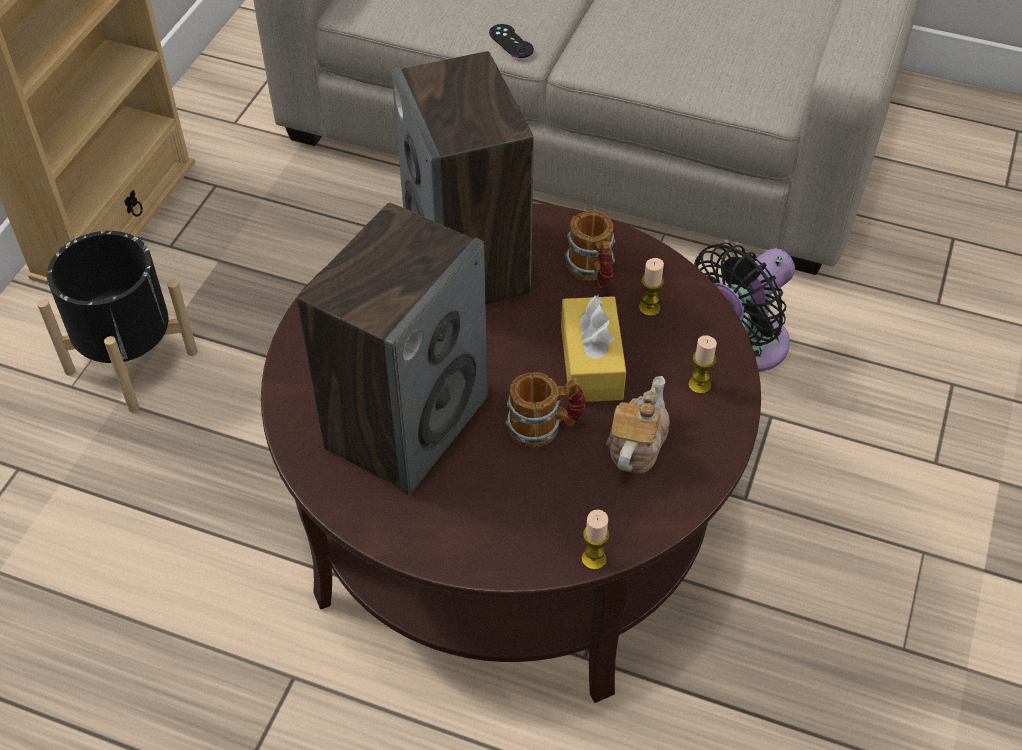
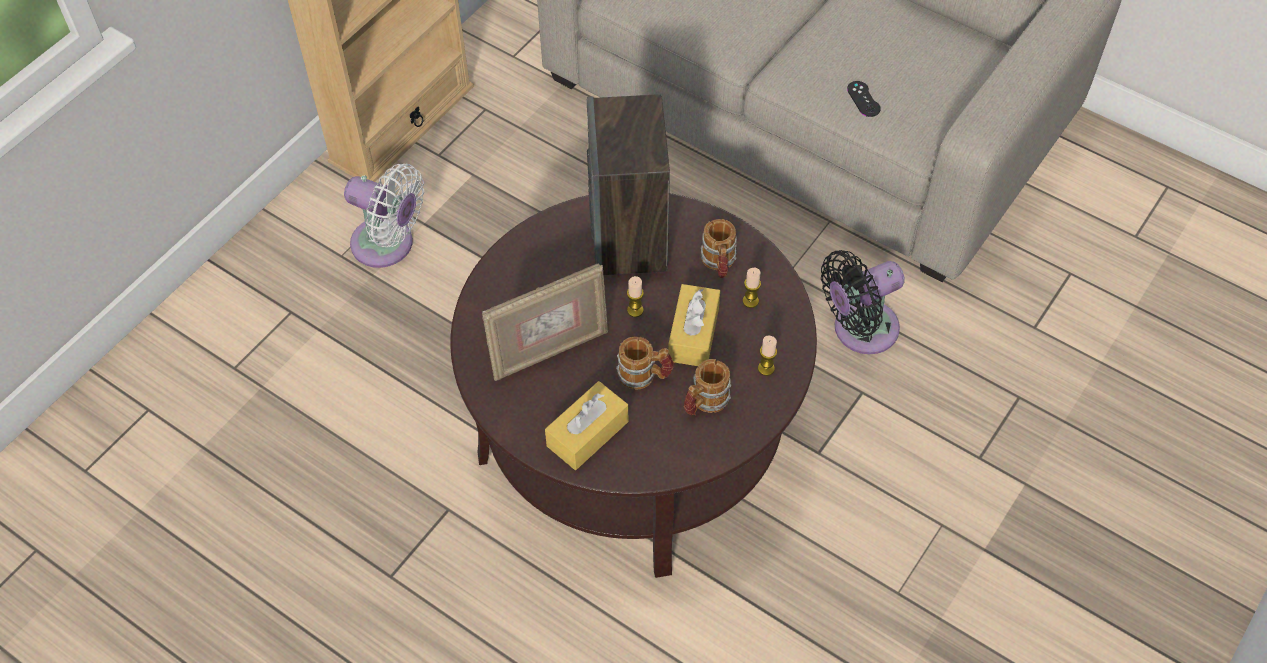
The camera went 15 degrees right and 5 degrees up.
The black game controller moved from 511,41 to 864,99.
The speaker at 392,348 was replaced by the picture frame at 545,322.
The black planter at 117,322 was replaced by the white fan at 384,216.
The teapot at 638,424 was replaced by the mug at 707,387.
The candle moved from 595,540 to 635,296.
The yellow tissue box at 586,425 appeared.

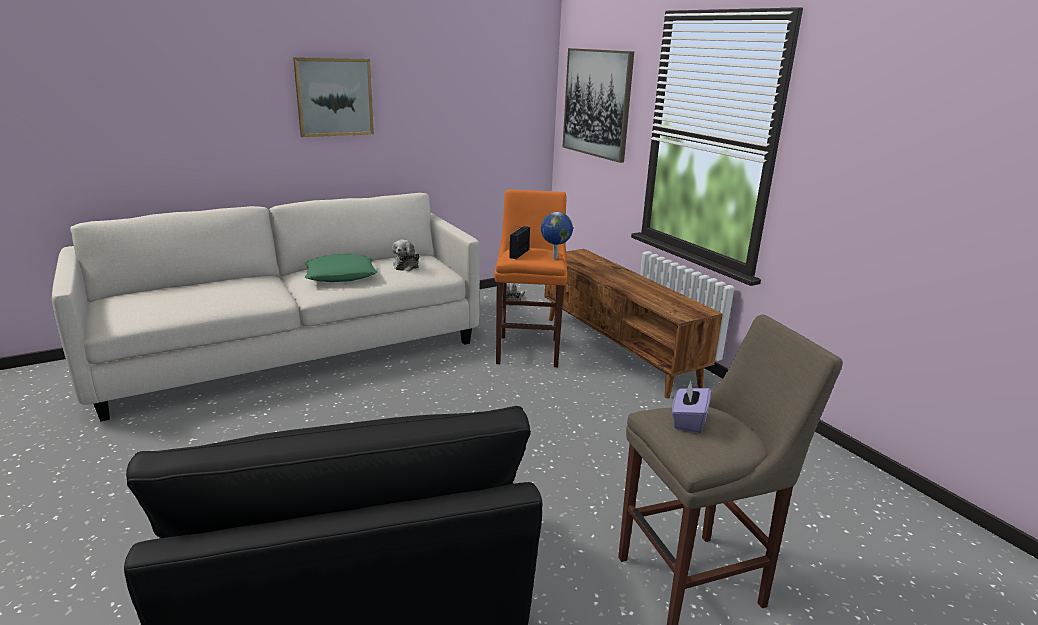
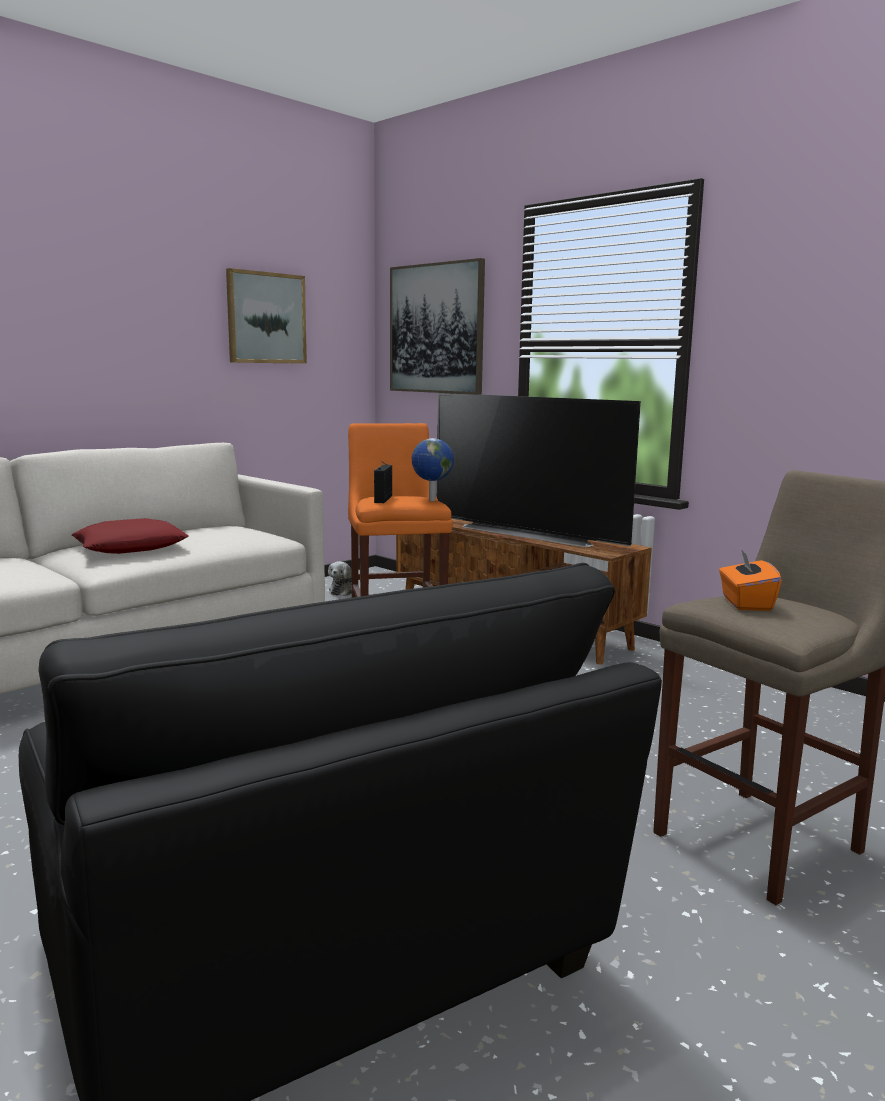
The camera went 15 degrees left and 10 degrees down.
The picture moved from 333,97 to 266,316.
The plush toy at 406,255 disappeared.
The green pillow at 340,268 became the red pillow at 130,536.
The purple tissue box at 691,406 became the orange tissue box at 750,580.
The television at 539,470 appeared.

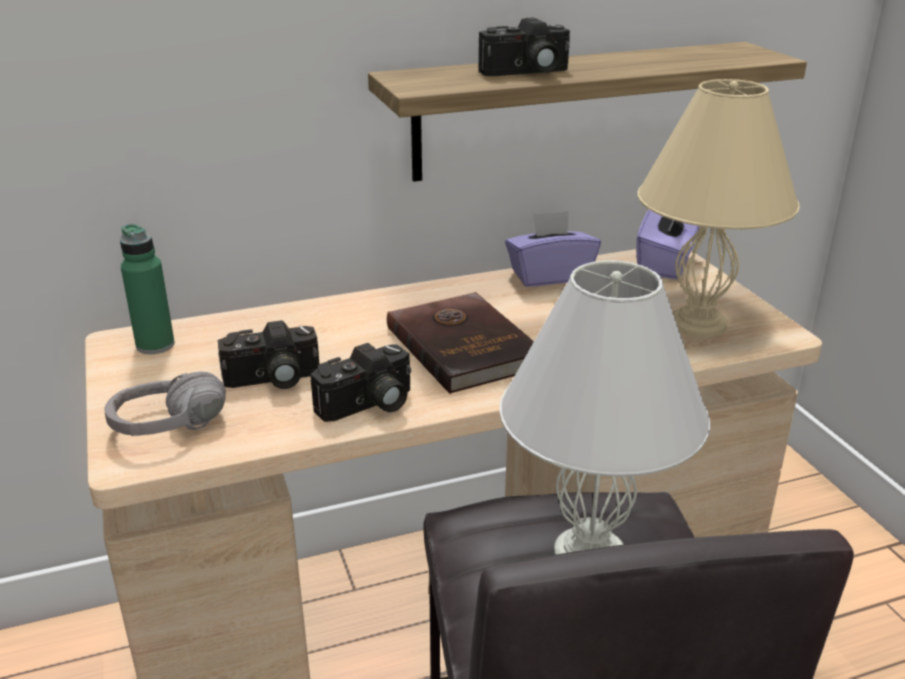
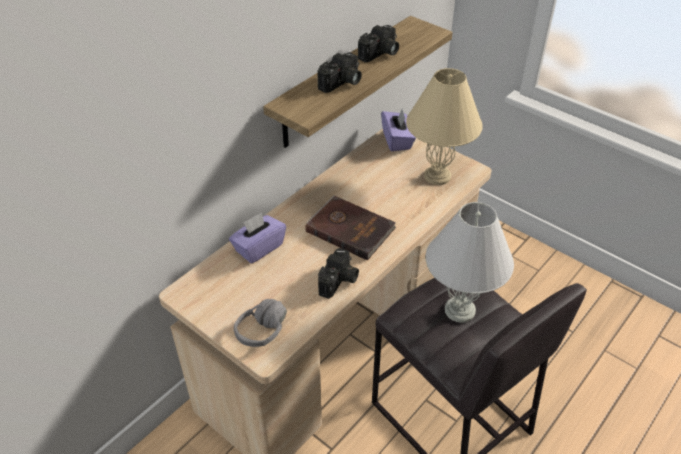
The camera went 30 degrees left and 15 degrees up.
The purple tissue box moved from 553,249 to 257,238.
The green bottle at 147,289 disappeared.
The photo camera moved from 268,354 to 378,44.

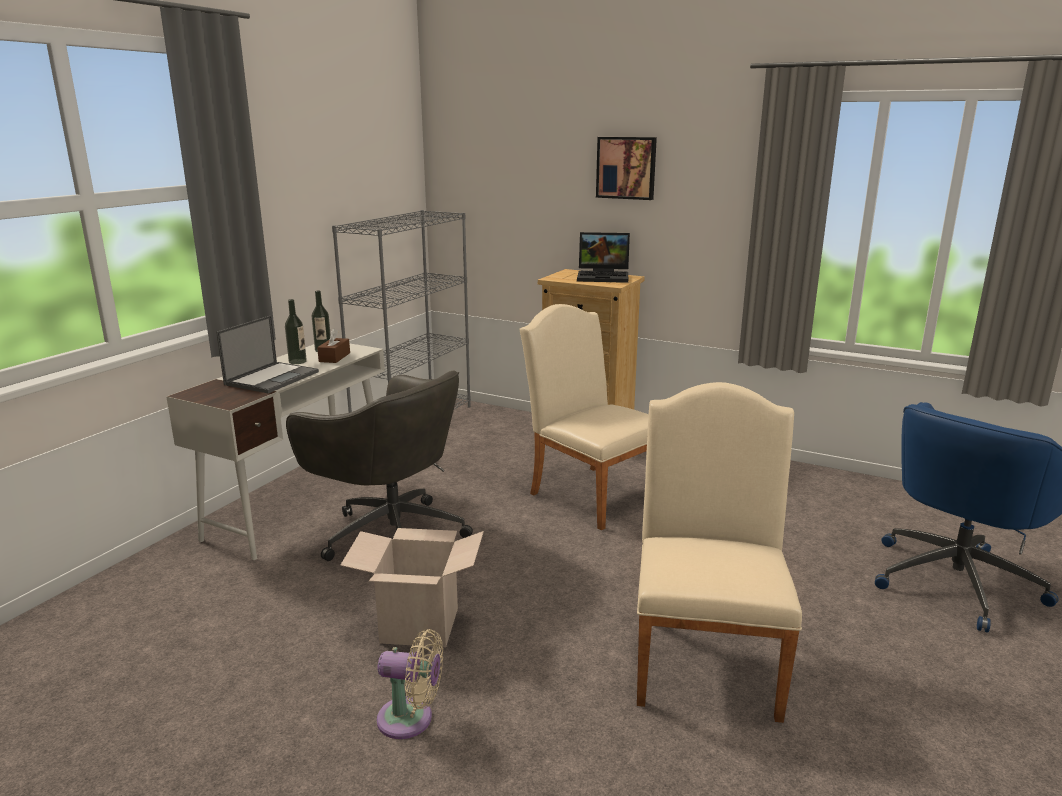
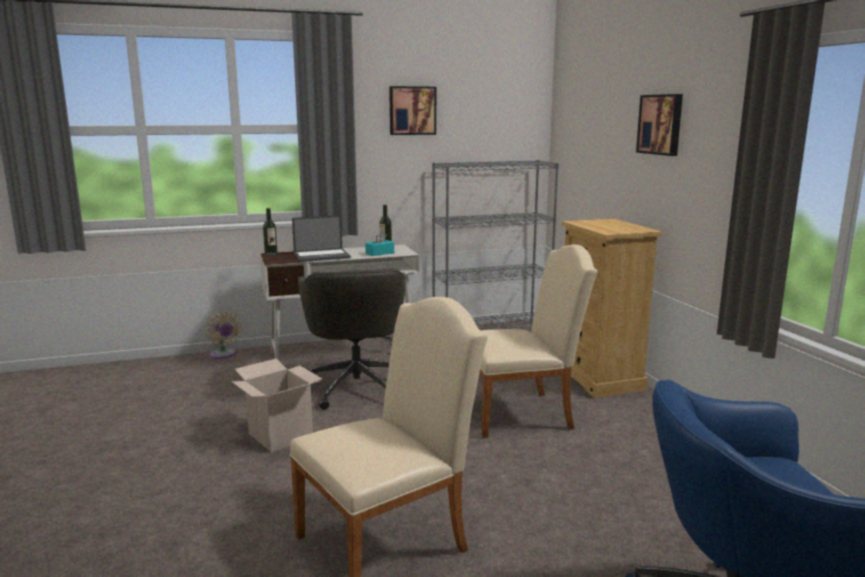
The camera went 45 degrees right and 5 degrees down.
The laptop at 603,257 disappeared.
The bottle moved from 296,331 to 270,231.
The beige chair at 584,417 turned 75 degrees clockwise.
The brown tissue box at 333,345 became the turquoise tissue box at 379,244.
The beige fan moved from 410,684 to 224,335.
The picture at 412,110 appeared.

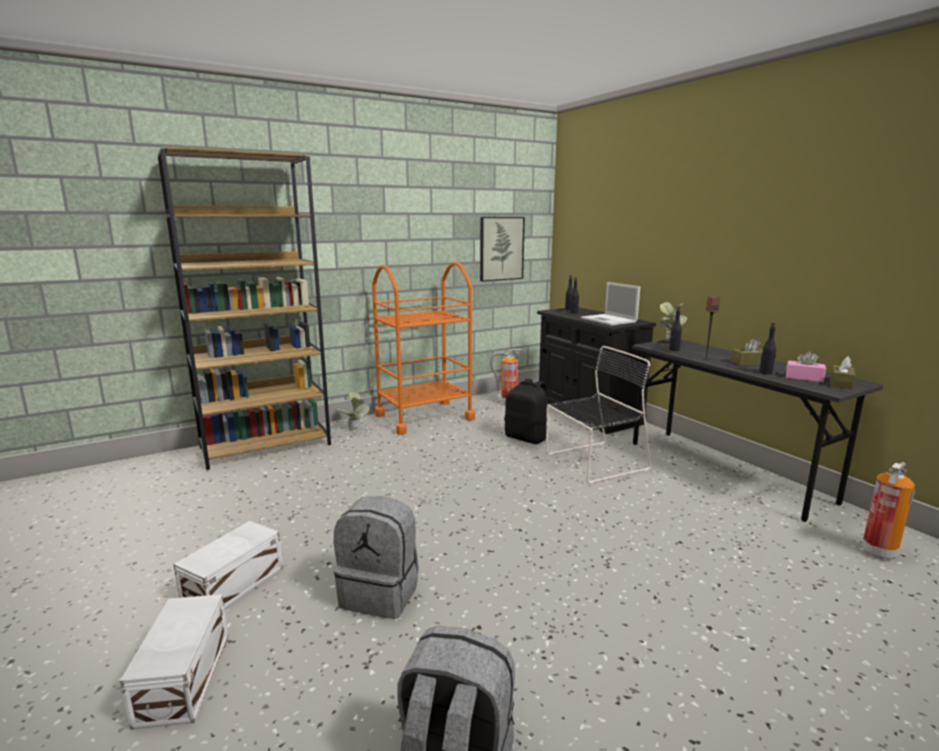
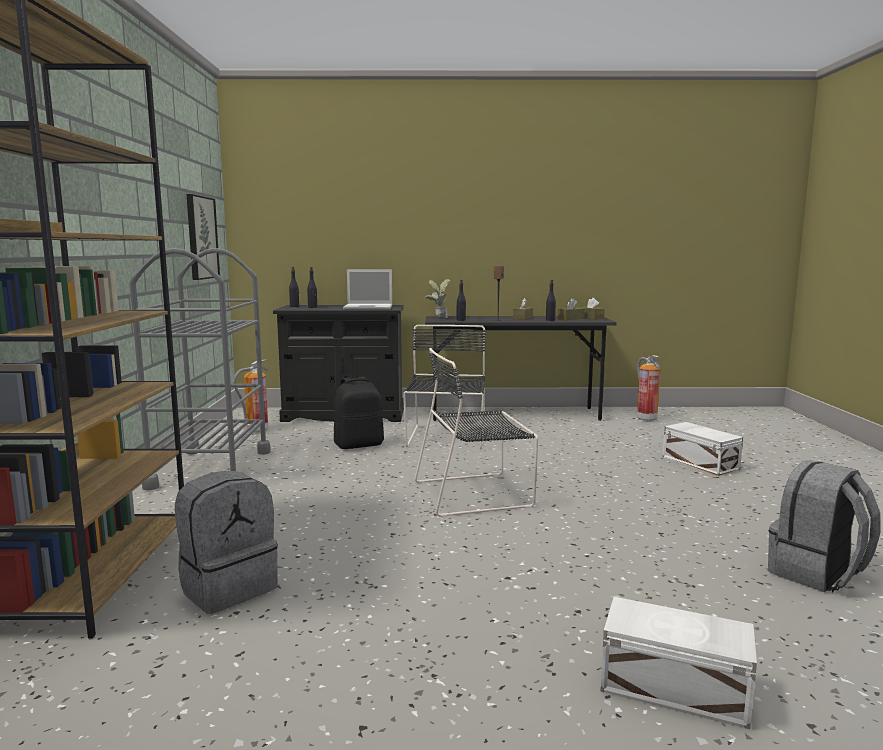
The camera went 60 degrees left and 5 degrees down.
The orange cart at 423,348 became the grey cart at 200,369.
The pink tissue box at 806,366 became the brown tissue box at 571,309.
The potted plant at 353,411 disappeared.
The grey backpack moved from 376,557 to 226,542.
The white storage box moved from 228,565 to 702,449.
The black chair at 476,432 appeared.

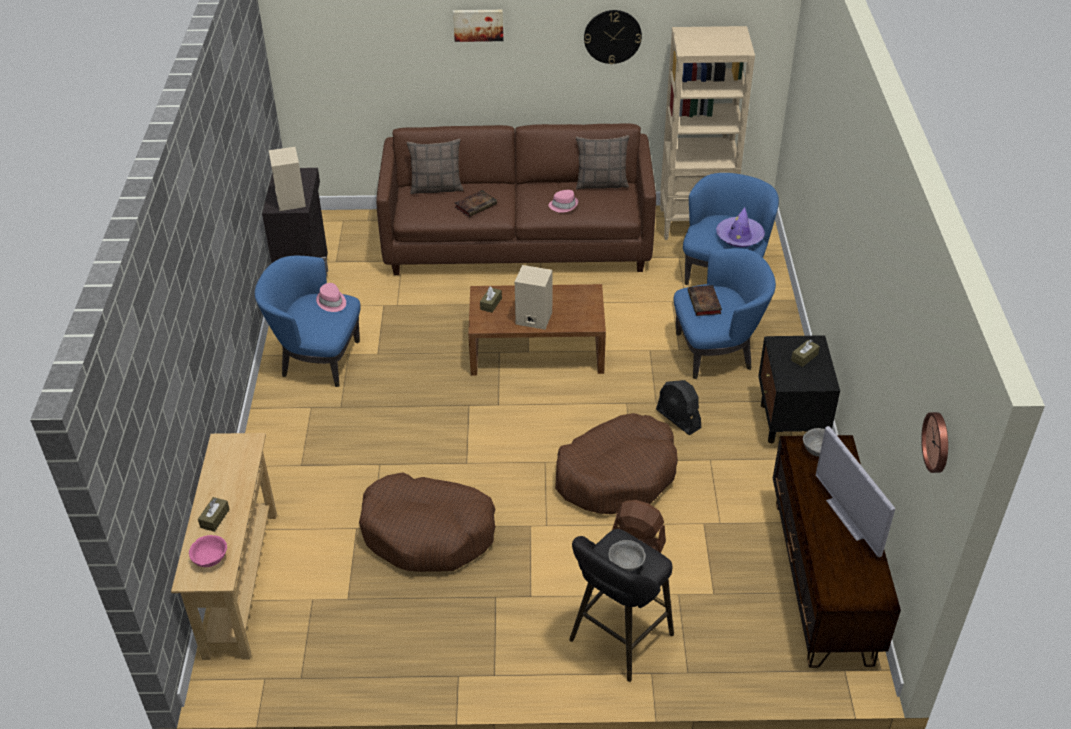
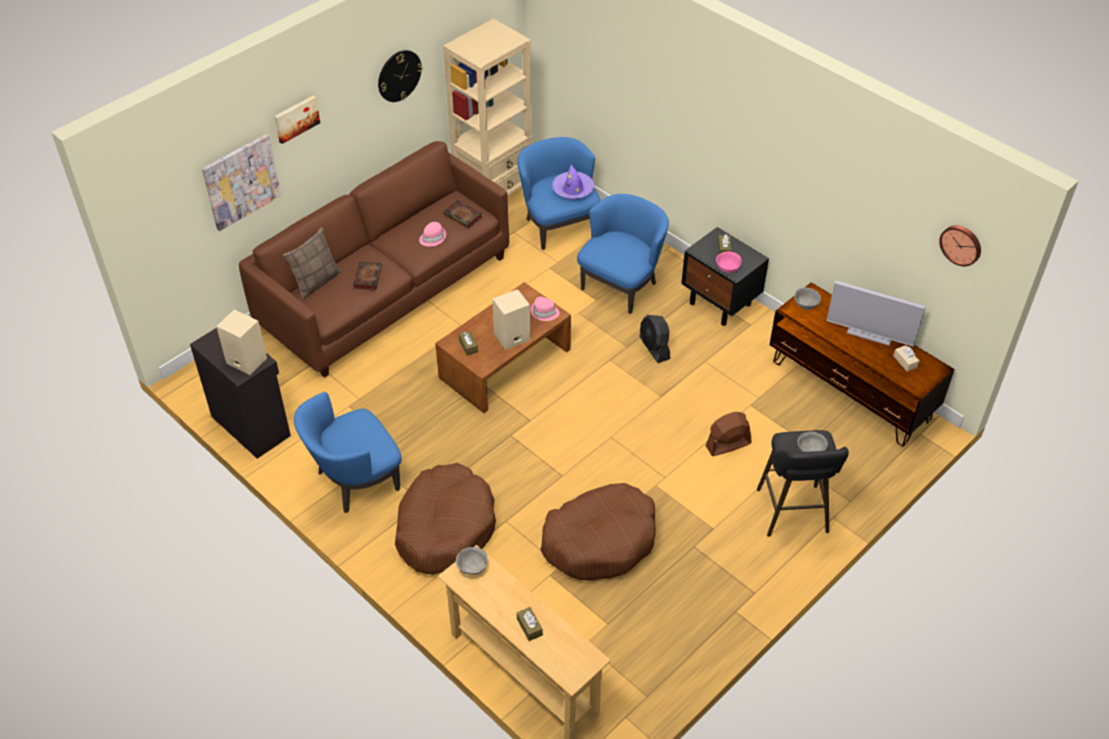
The camera went 45 degrees left and 5 degrees up.
The pillow at 602,162 disappeared.
The pink hat moved from 331,297 to 545,309.
The book moved from 705,300 to 462,214.
The black fan at 678,407 turned 60 degrees clockwise.
The brown dog bed moved from 616,463 to 445,519.
The pink bowl moved from 208,551 to 729,262.
The picture at 241,182 appeared.
The beige tissue box at 906,358 appeared.
The grey bowl at 472,561 appeared.

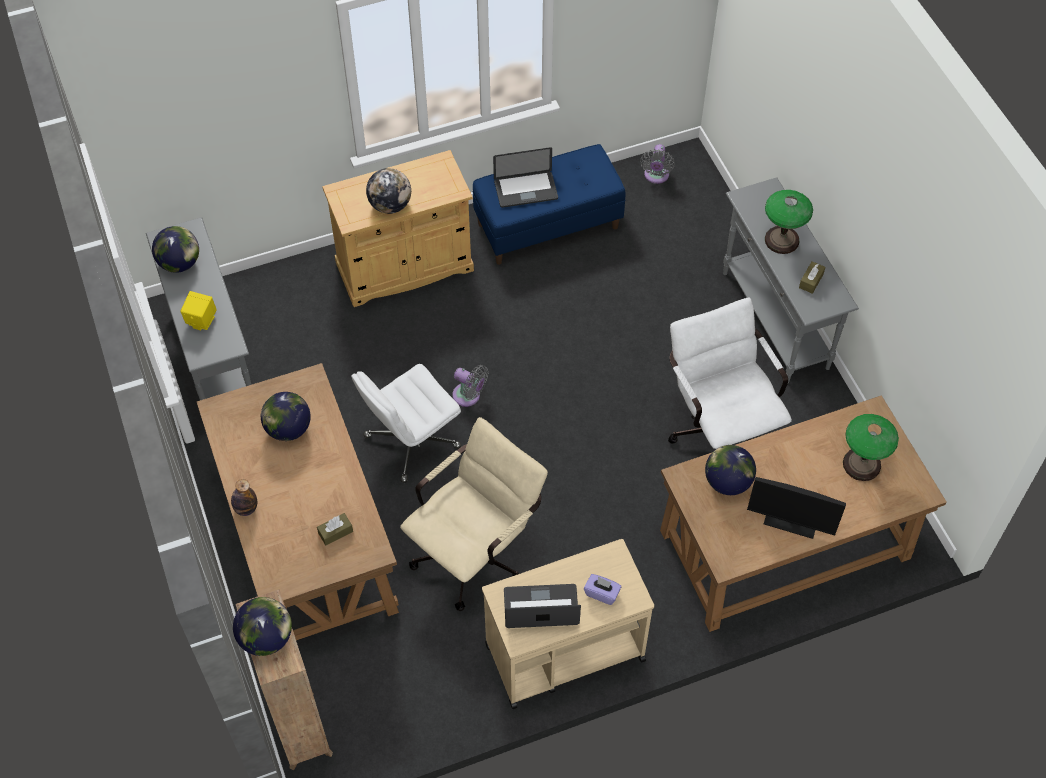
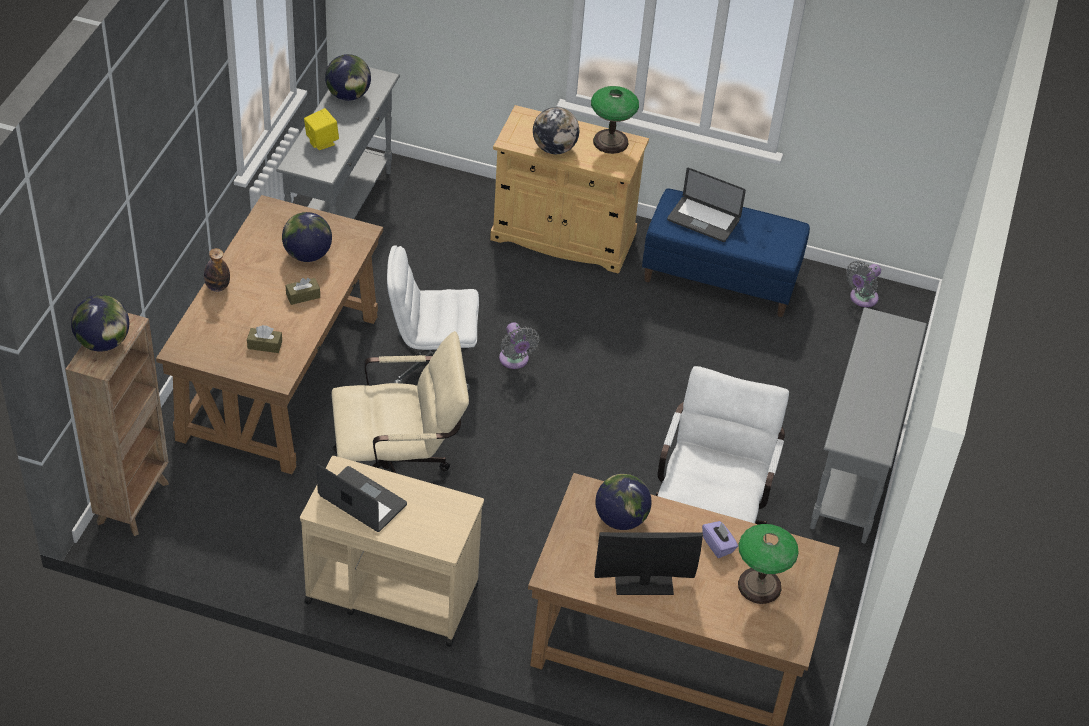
The camera went 35 degrees right and 10 degrees down.
The table lamp moved from 789,222 to 615,120.
The brown tissue box moved from 812,277 to 303,291.
The monitor at 796,508 turned 120 degrees clockwise.
The purple tissue box moved from 602,589 to 720,539.

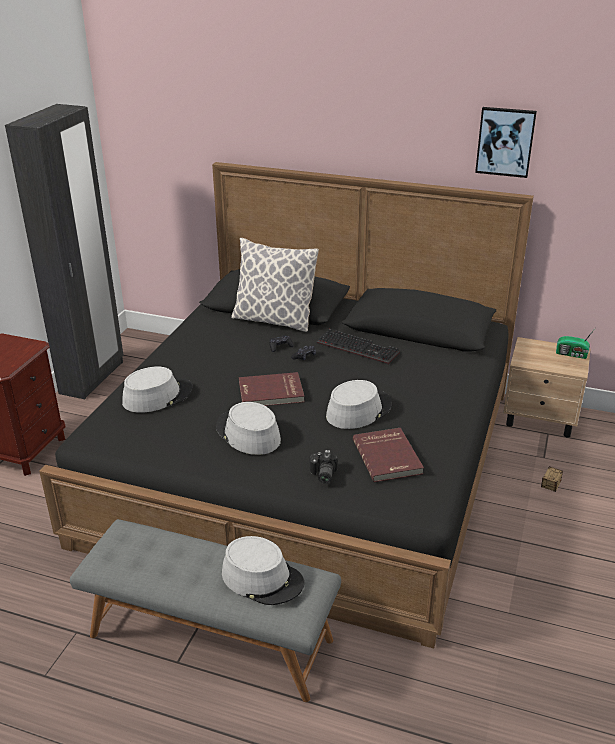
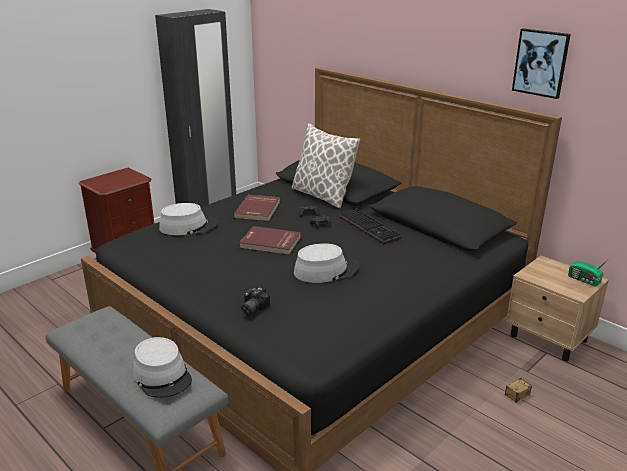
The camera went 25 degrees right and 5 degrees down.
The grey hat at 248,428 disappeared.
The red book moved from 388,455 to 256,208.

